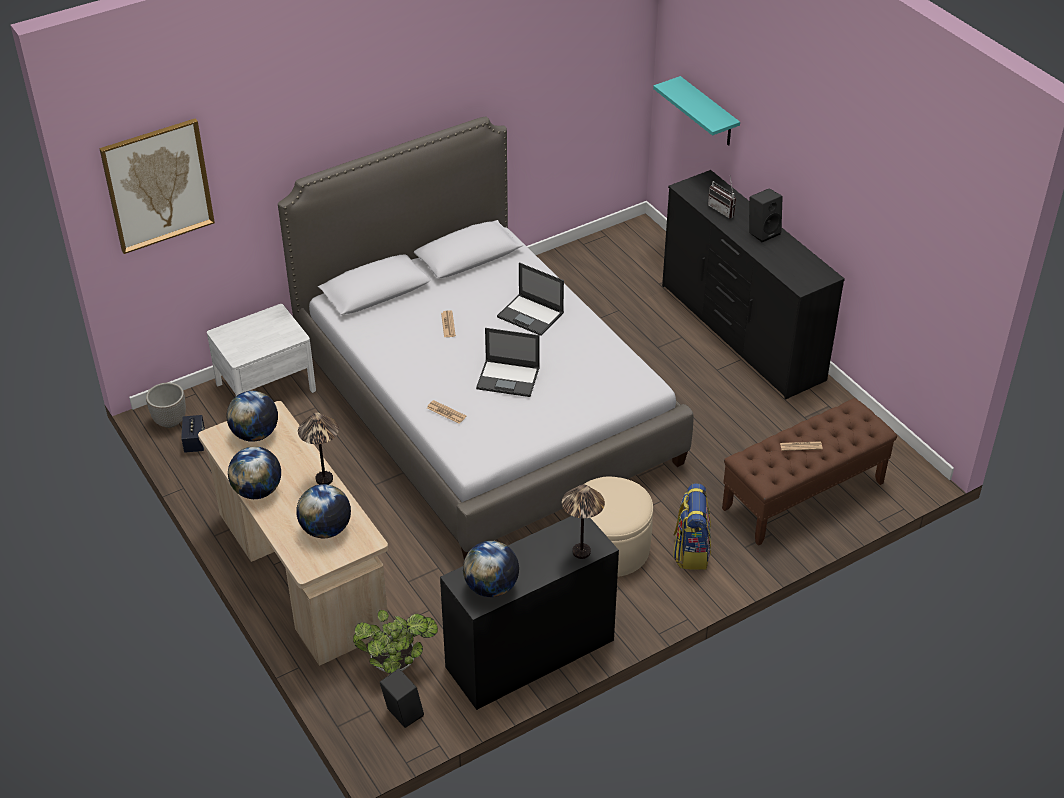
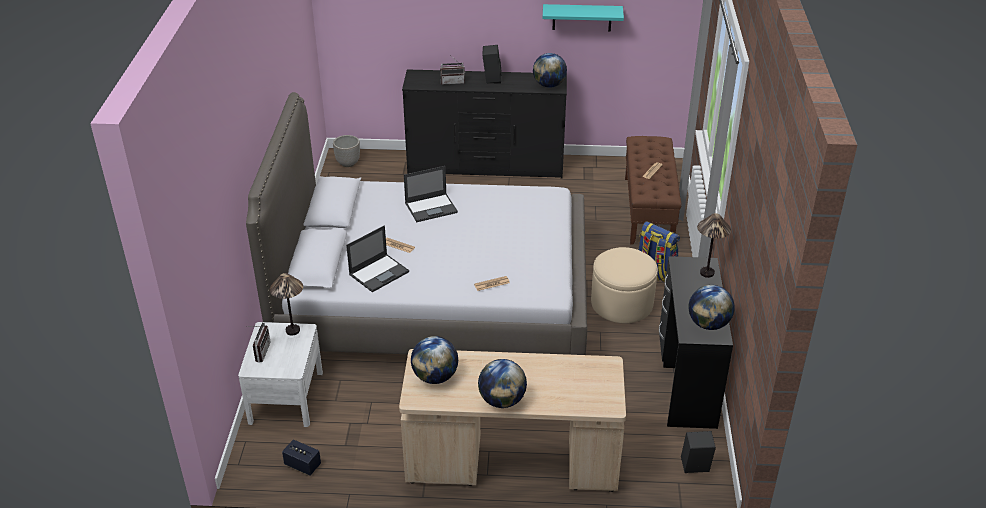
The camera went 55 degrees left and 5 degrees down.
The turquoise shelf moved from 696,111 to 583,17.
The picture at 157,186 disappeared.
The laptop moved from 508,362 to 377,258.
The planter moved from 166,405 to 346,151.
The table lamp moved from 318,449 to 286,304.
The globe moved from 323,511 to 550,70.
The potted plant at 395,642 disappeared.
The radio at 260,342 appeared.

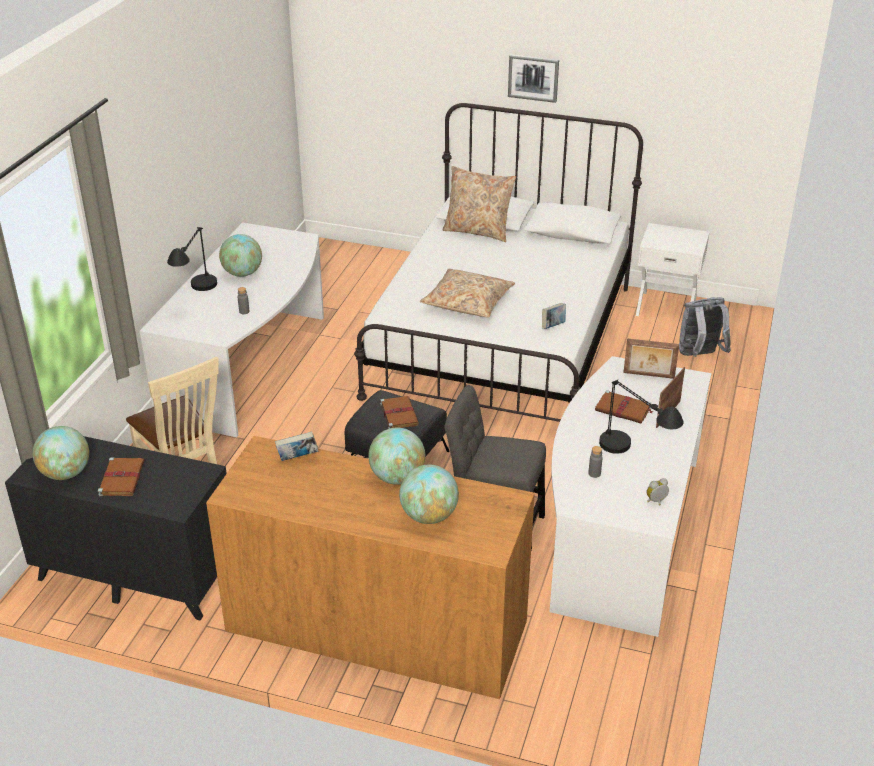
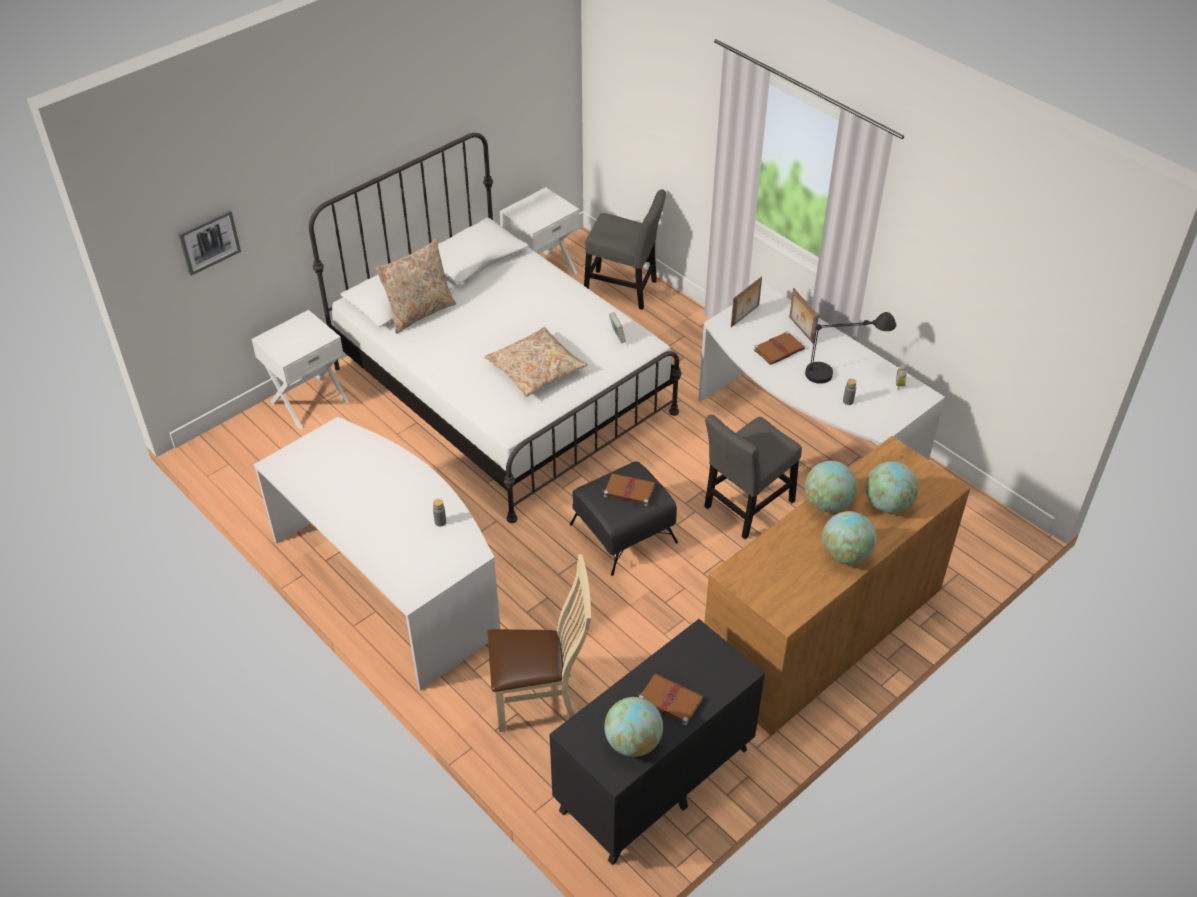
The camera went 60 degrees left and 10 degrees up.
The picture moved from 533,78 to 209,242.
The black table lamp at 192,259 disappeared.
The globe moved from 240,255 to 849,538.
The grey backpack at 705,327 was replaced by the grey chair at 625,249.
The book at 297,446 disappeared.
The white nightstand at 300,370 appeared.

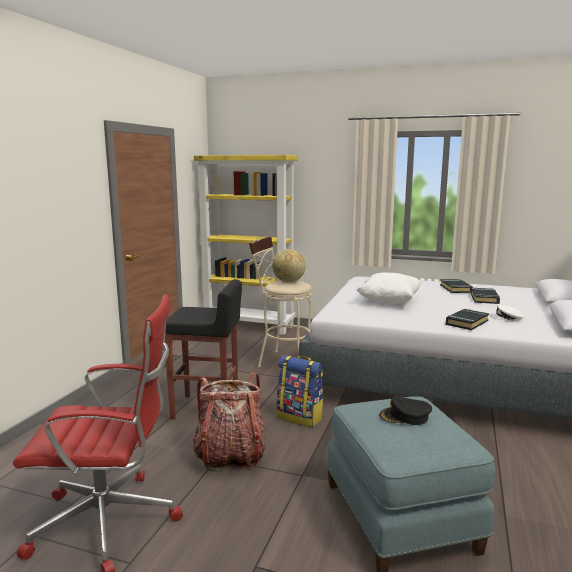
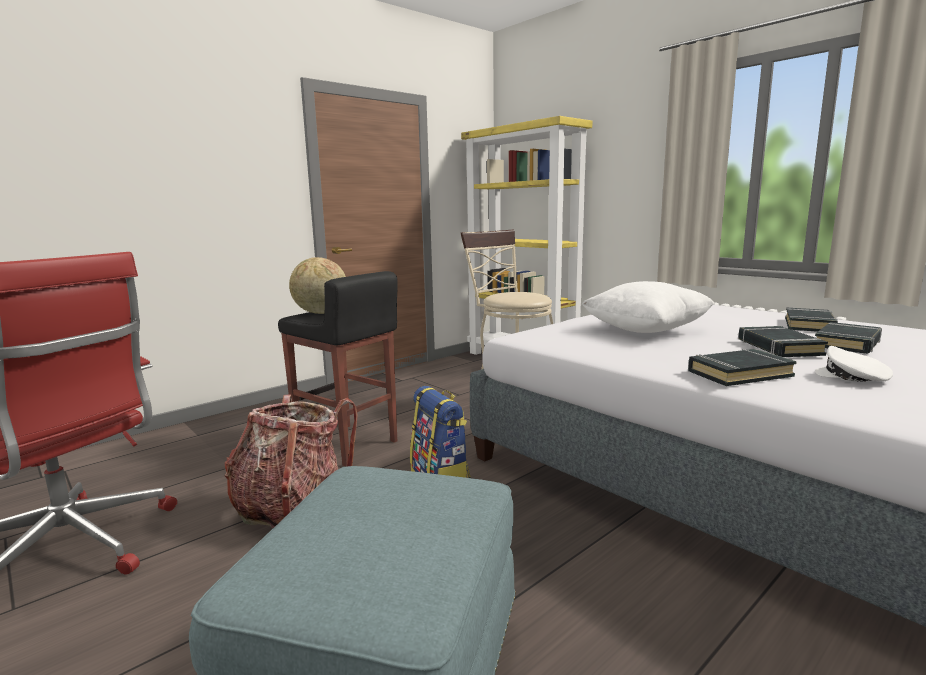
The camera went 30 degrees right and 0 degrees up.
The globe moved from 289,265 to 317,285.
The black cap at 405,411 disappeared.
The black book at 783,341 appeared.

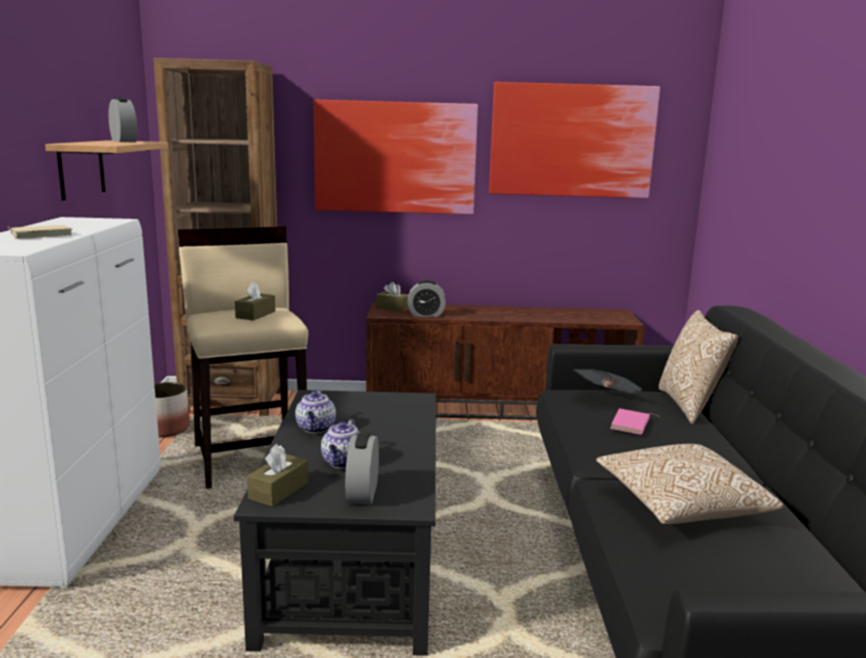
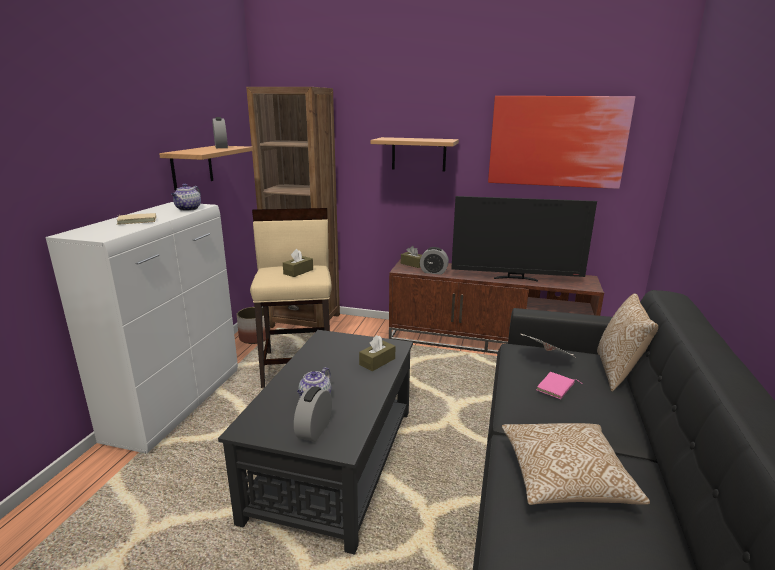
The camera went 15 degrees right and 5 degrees up.
The picture at 395,157 was replaced by the shelf at 414,154.
The teapot moved from 315,411 to 186,197.
The brown tissue box moved from 278,475 to 377,353.
The television at 524,239 appeared.

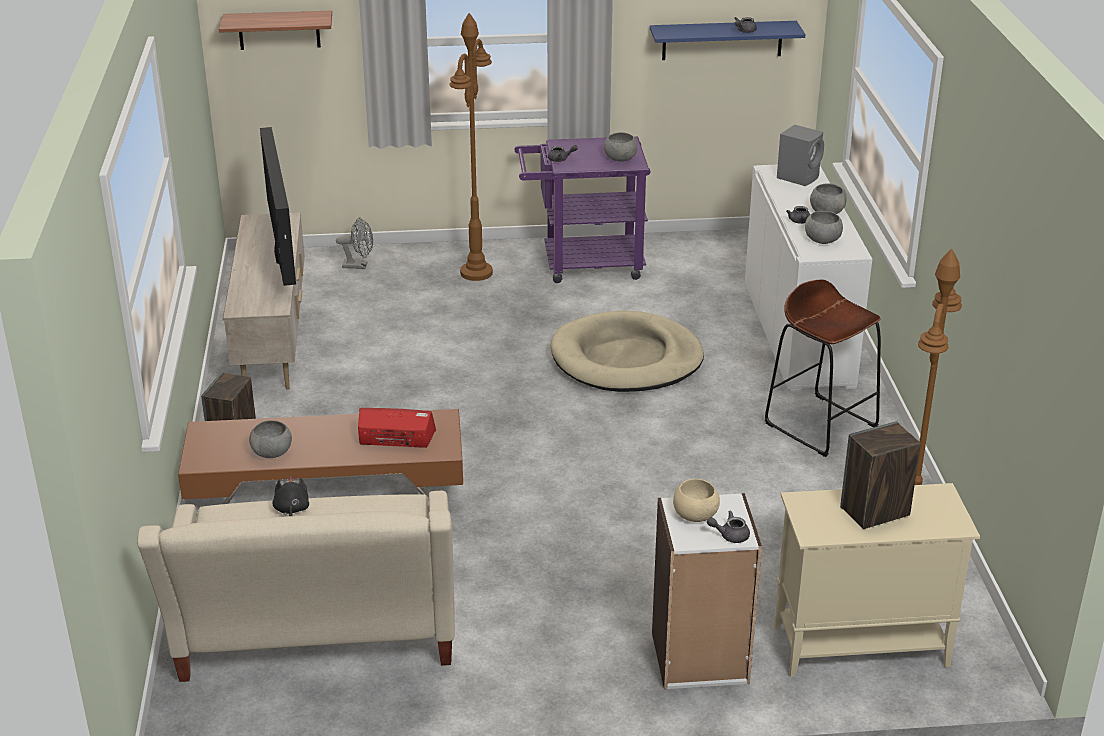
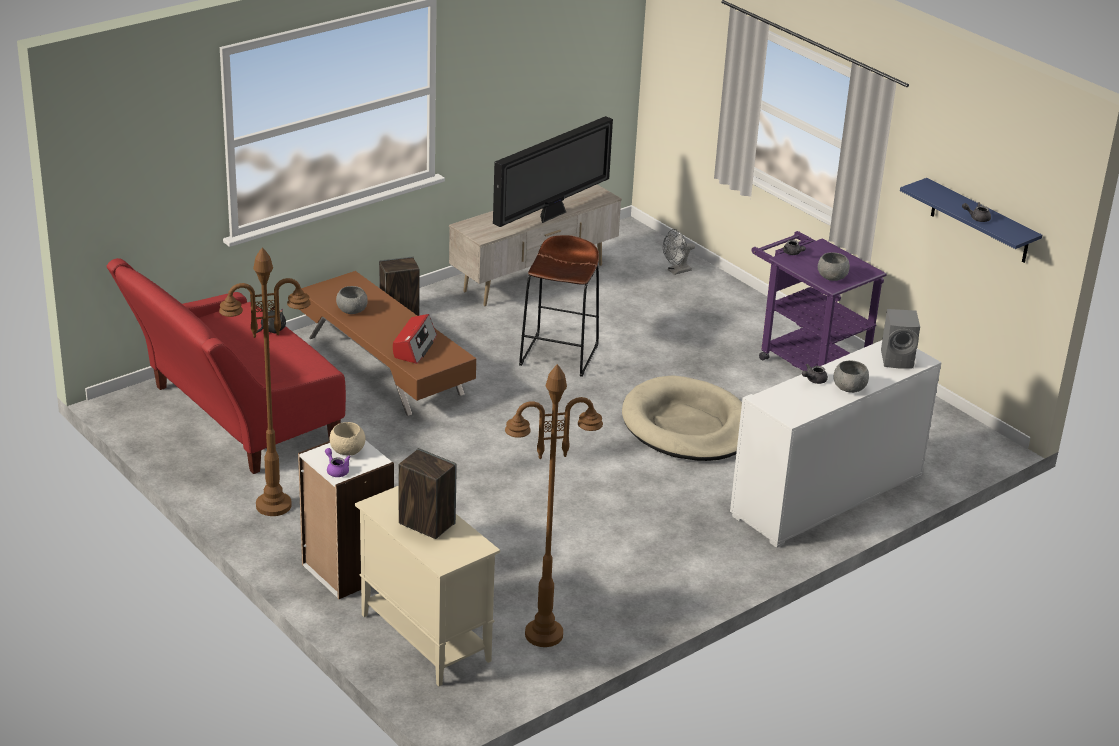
The camera went 55 degrees right and 0 degrees up.
The shelf at 275,30 disappeared.
The brown floor lamp moved from 471,147 to 265,381.
The grey bowl at 824,227 disappeared.
The grey fan at 354,243 turned 90 degrees clockwise.
The brown stool moved from 823,368 to 559,306.
The radio at 397,428 turned 45 degrees clockwise.
The beige sofa at 296,586 became the red sofa at 226,366.
The grey teapot at 728,526 became the purple teapot at 338,462.

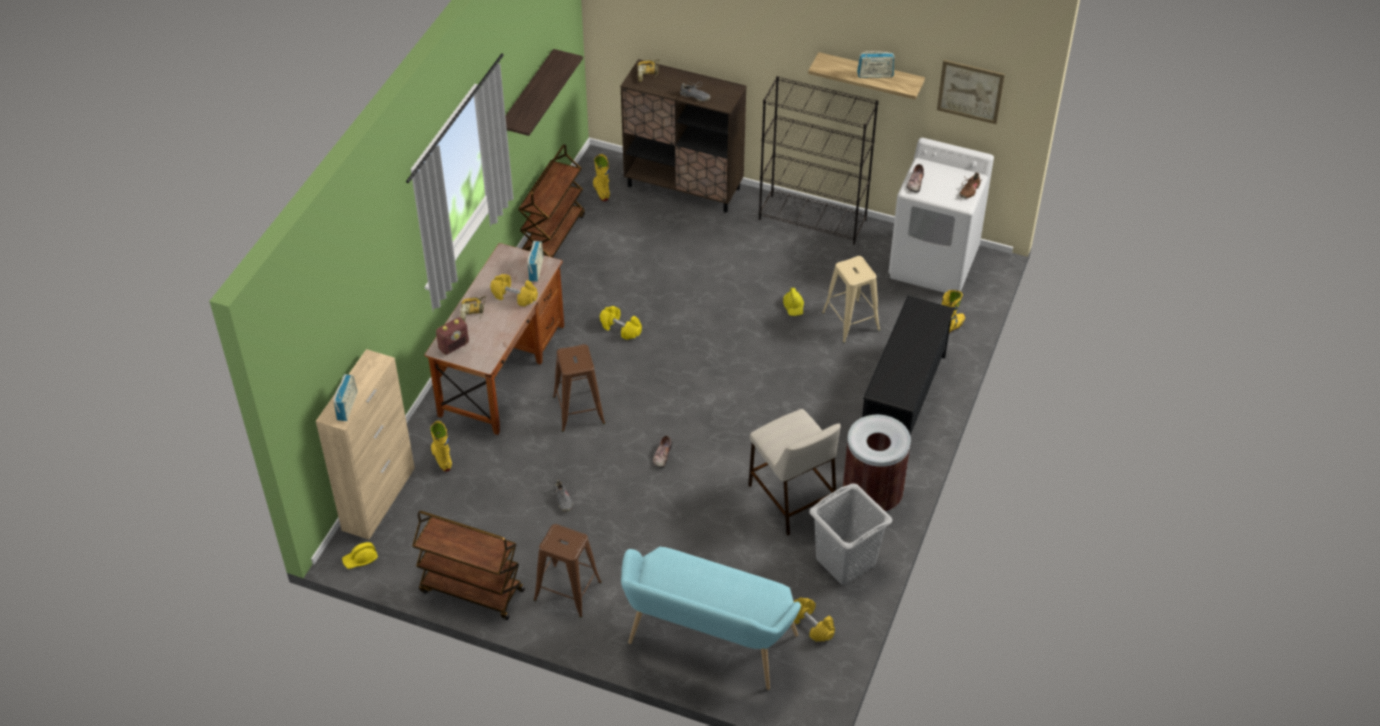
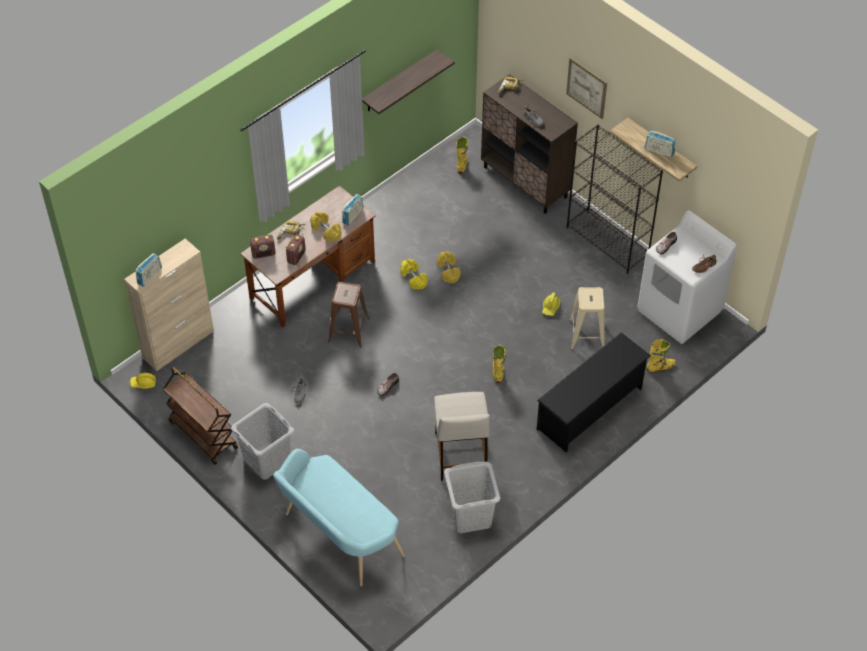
The camera went 25 degrees right and 5 degrees up.
The picture moved from 971,92 to 586,88.
The brown cart at 551,201 disappeared.
The brown trash can at 877,464 disappeared.
The yellow boot moved from 441,446 to 499,364.
The brown stool at 568,571 was replaced by the grey laundry basket at 262,441.
The yellow dumbbell moved from 814,619 to 449,267.
The radio at 296,249 appeared.

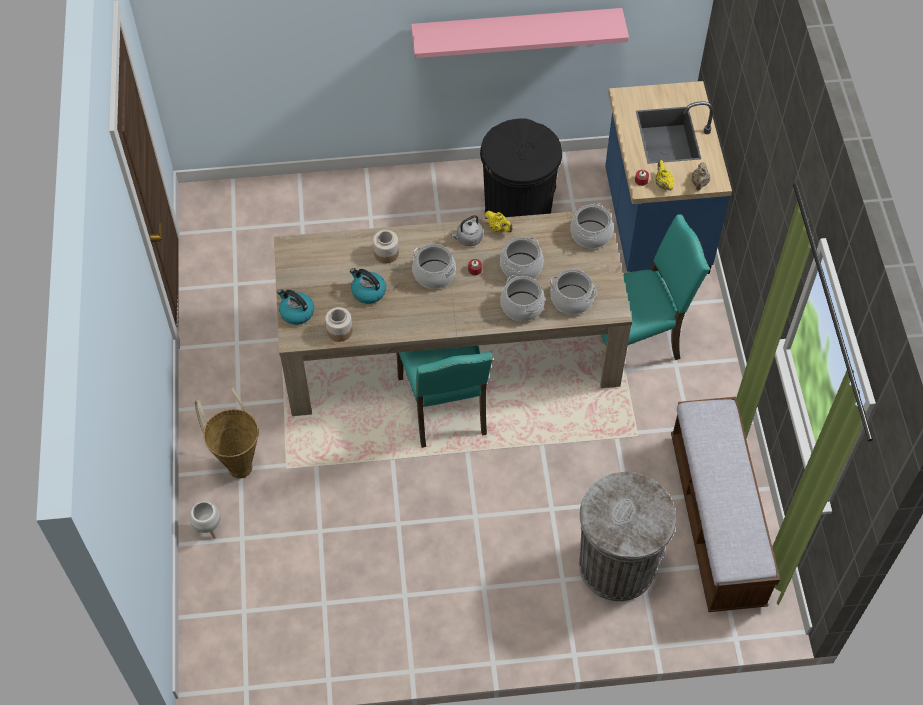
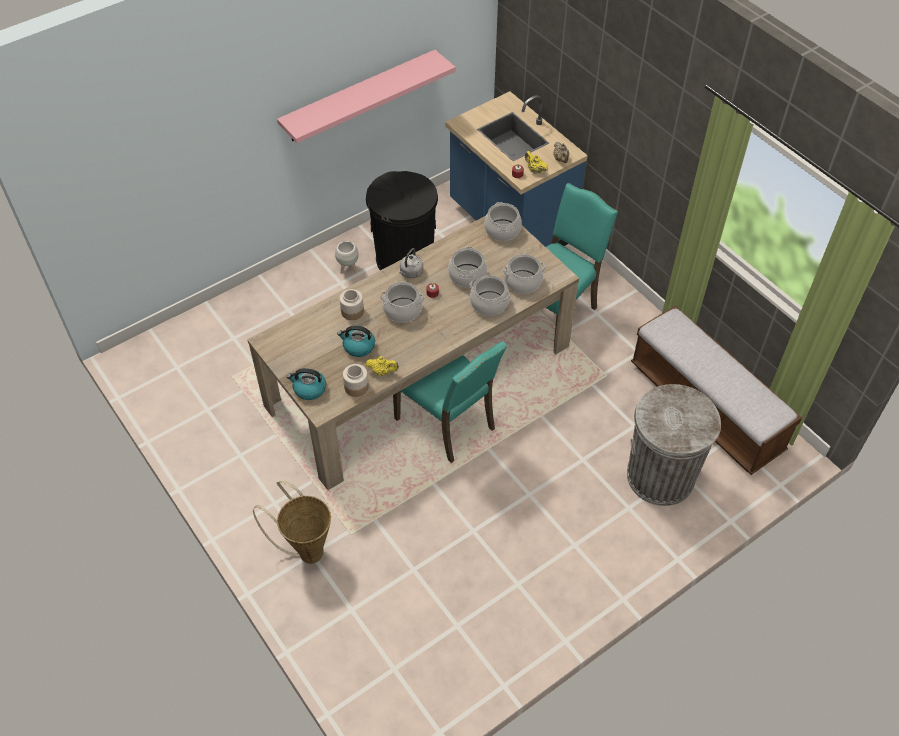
The camera went 30 degrees left and 5 degrees down.
The yellow teapot moved from 499,221 to 382,366.
The white planter moved from 205,520 to 347,257.

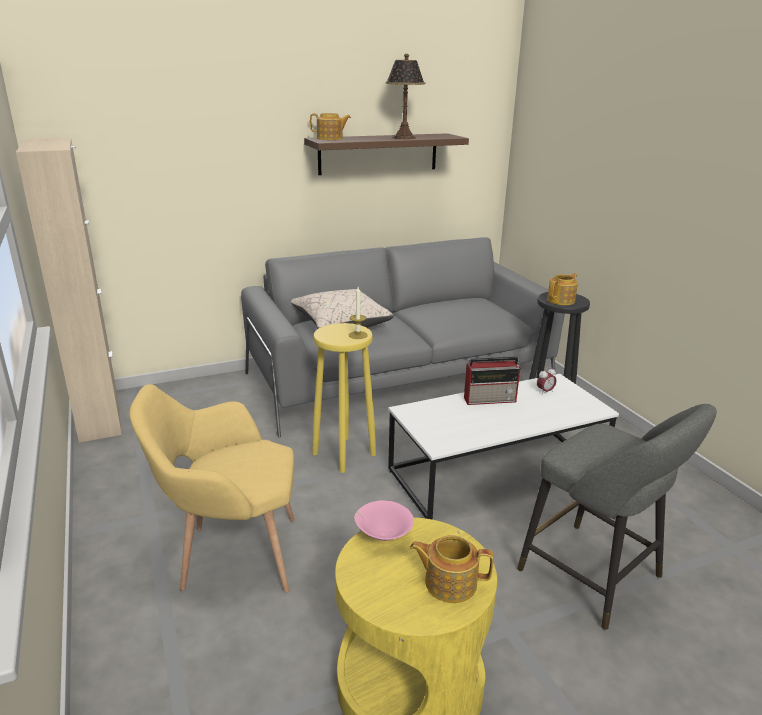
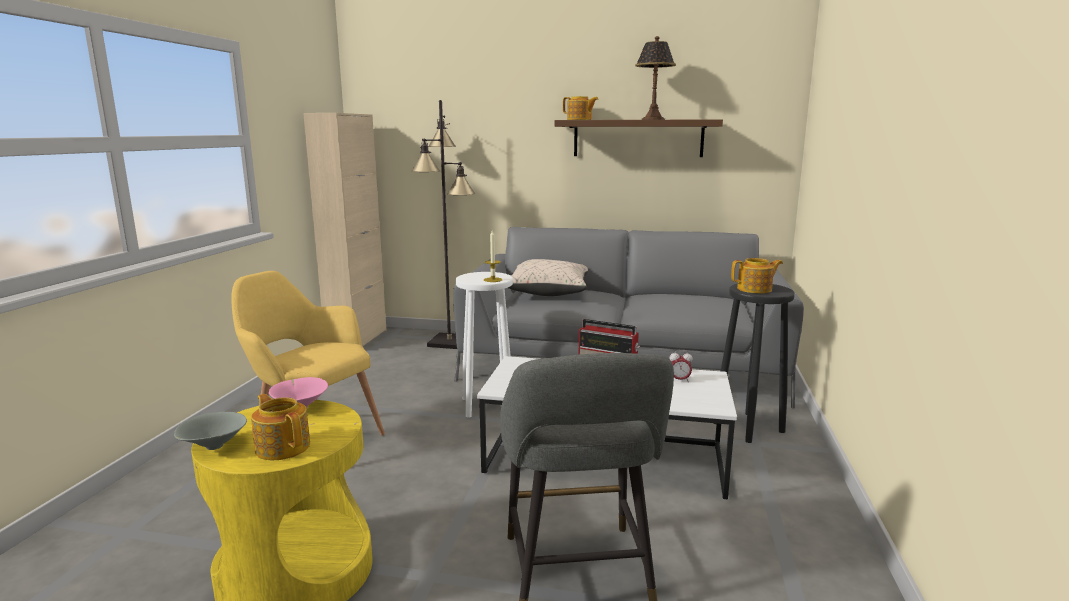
The camera went 35 degrees right and 10 degrees down.
The yellow stool at 344,398 became the white stool at 484,345.
The black floor lamp at 443,224 appeared.
The grey bowl at 210,431 appeared.

